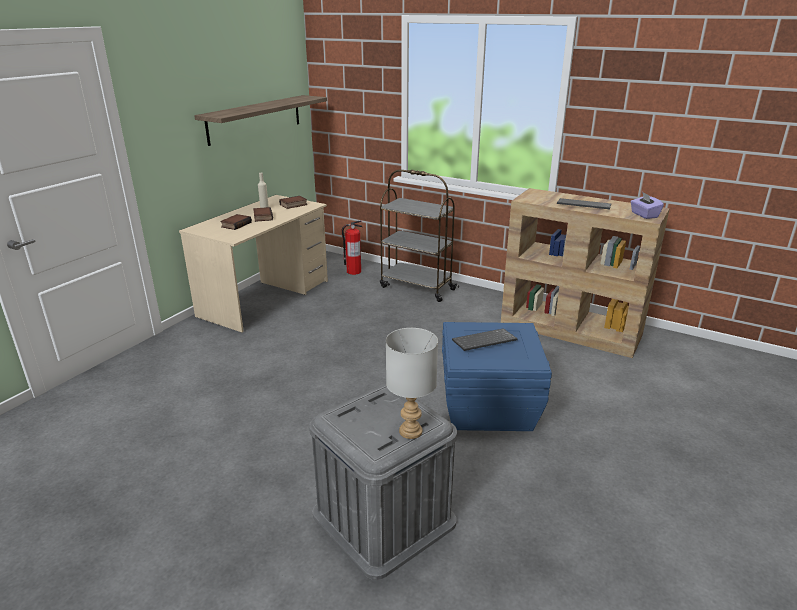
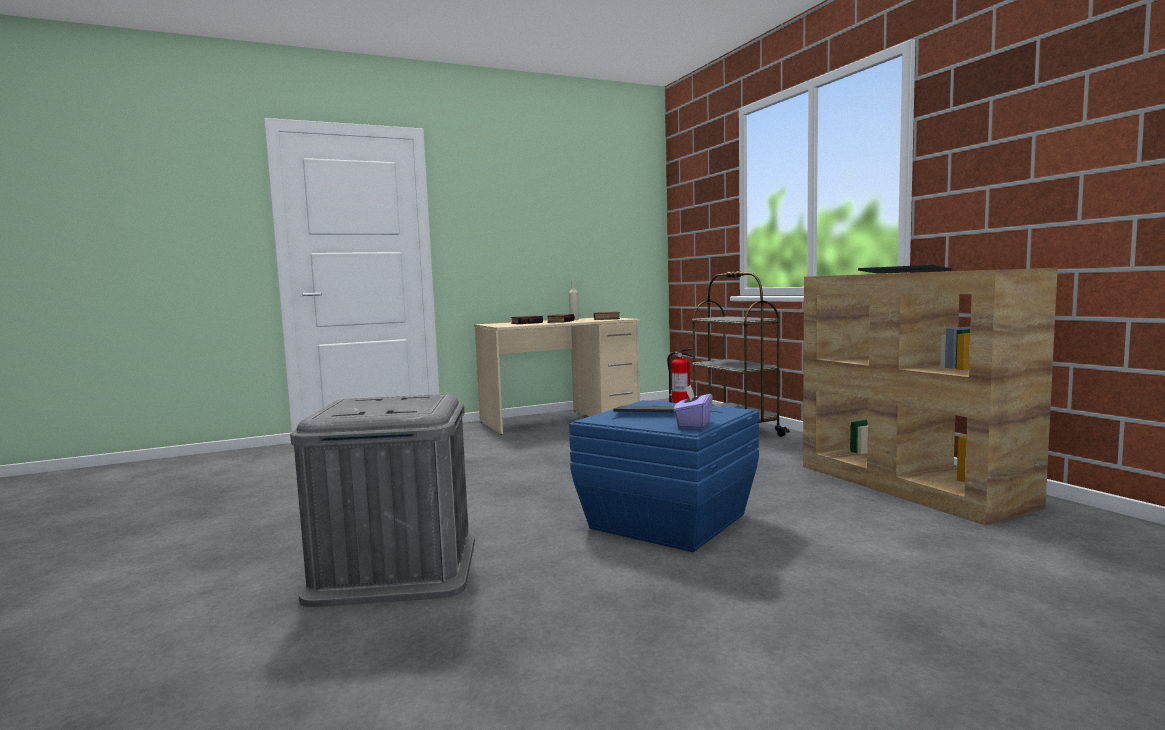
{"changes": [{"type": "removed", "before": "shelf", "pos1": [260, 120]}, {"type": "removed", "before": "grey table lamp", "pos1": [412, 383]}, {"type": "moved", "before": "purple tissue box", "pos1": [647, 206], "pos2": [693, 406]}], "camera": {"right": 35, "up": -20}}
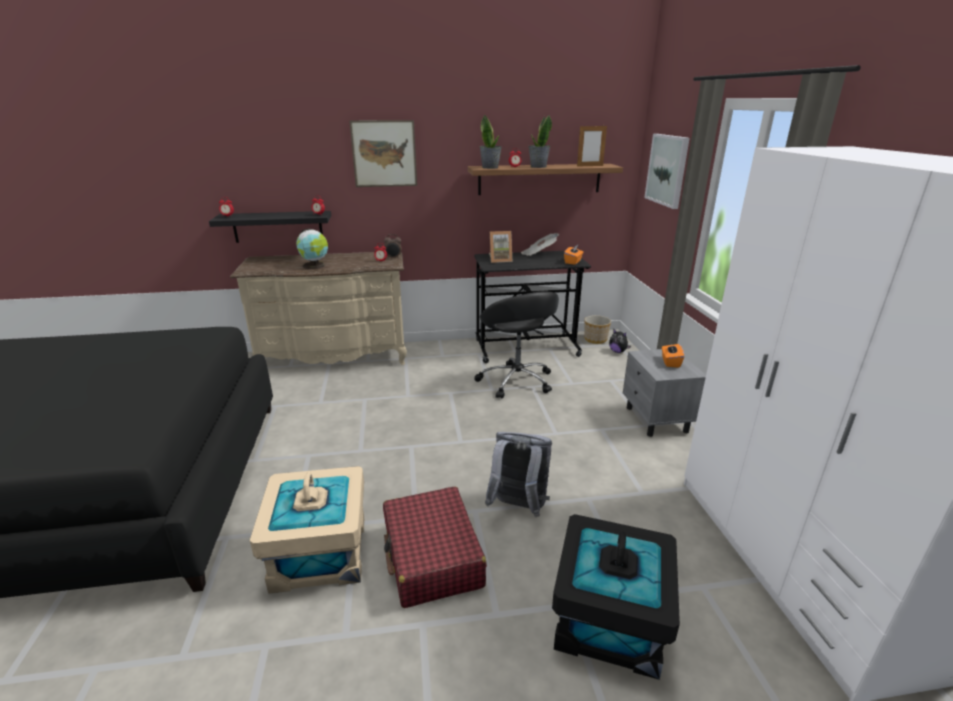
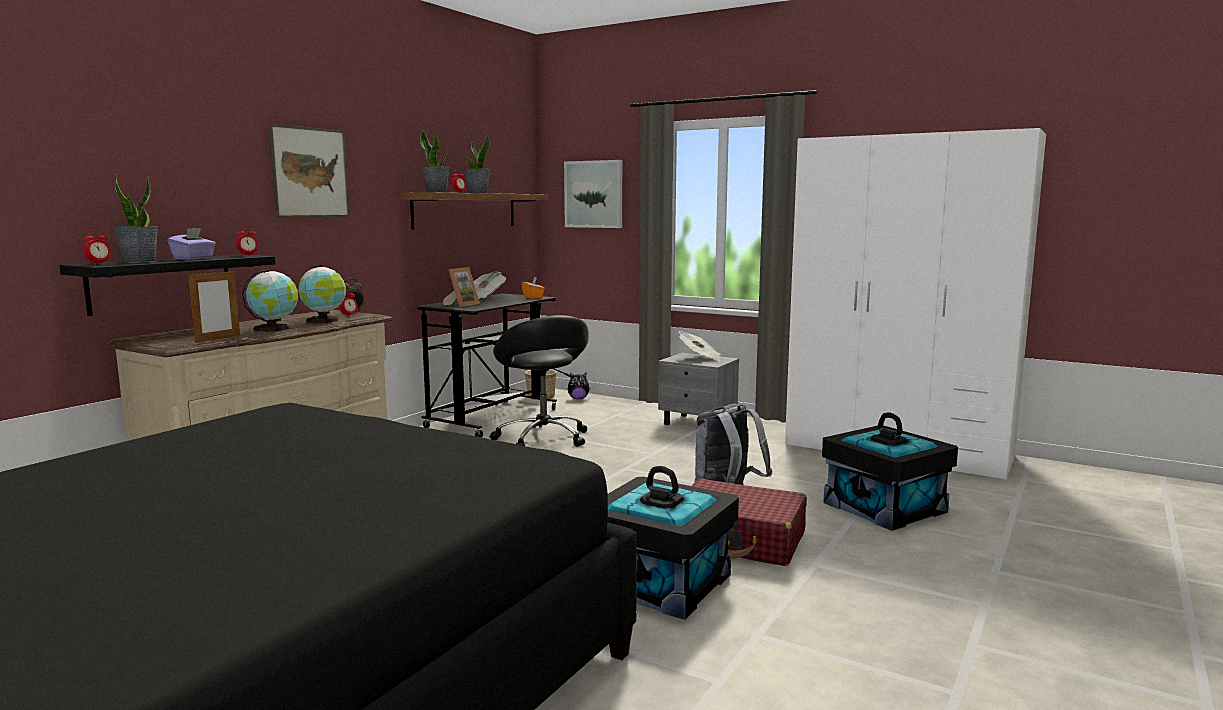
{"changes": [{"type": "recoloured", "before": "beige storage box", "after": "black storage box", "pos1": [307, 530], "pos2": [673, 543]}, {"type": "turned", "before": "black office chair", "pos1": [516, 344], "pos2": [539, 381], "turn": 45}, {"type": "moved", "before": "picture frame", "pos1": [592, 146], "pos2": [214, 306]}, {"type": "replaced", "before": "orange tissue box", "after": "newspaper", "pos1": [673, 356], "pos2": [699, 346]}, {"type": "added", "after": "potted plant", "pos2": [135, 218]}, {"type": "added", "after": "purple tissue box", "pos2": [191, 244]}, {"type": "added", "after": "globe", "pos2": [322, 294]}], "camera": {"right": -50, "up": -15}}
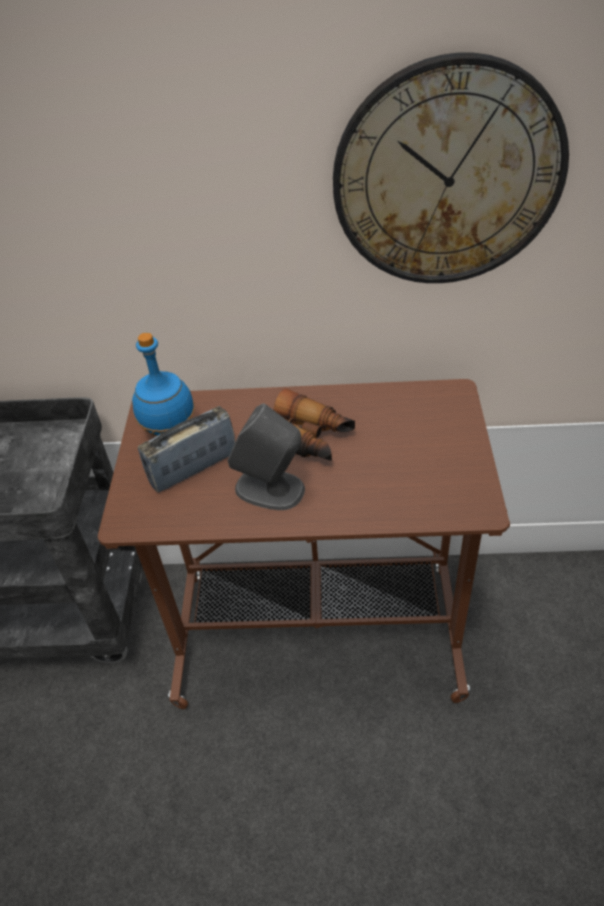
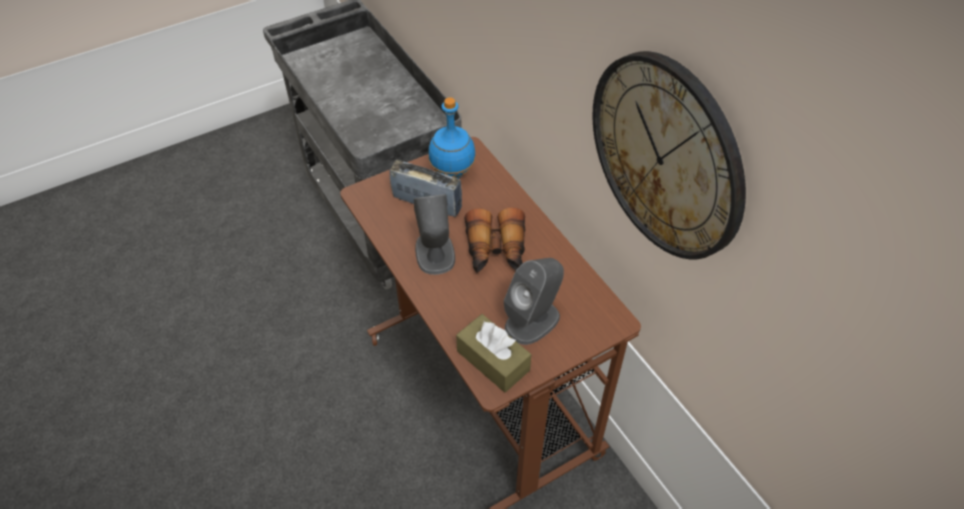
{"changes": [{"type": "added", "after": "brown tissue box", "pos2": [493, 353]}, {"type": "added", "after": "grey speaker", "pos2": [534, 301]}], "camera": {"right": 55, "up": 5}}
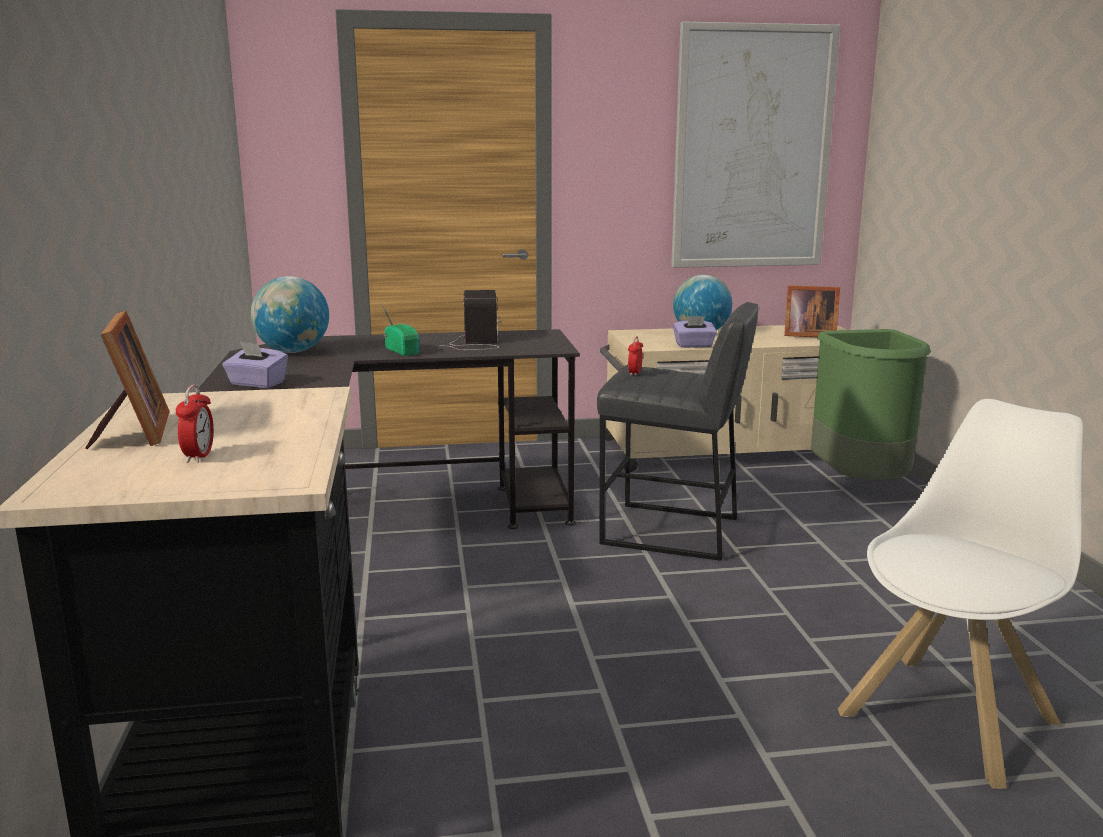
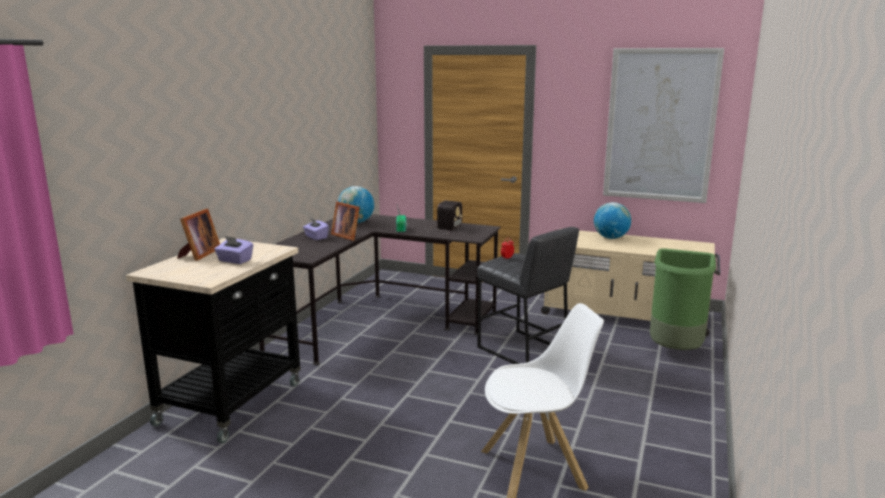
{"changes": [{"type": "removed", "before": "alarm clock", "pos1": [195, 424]}, {"type": "moved", "before": "purple tissue box", "pos1": [695, 332], "pos2": [233, 250]}, {"type": "moved", "before": "picture frame", "pos1": [812, 311], "pos2": [345, 221]}], "camera": {"right": 30, "up": 0}}
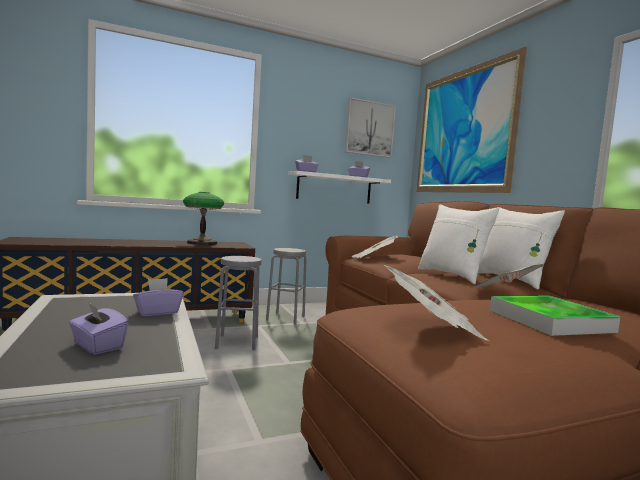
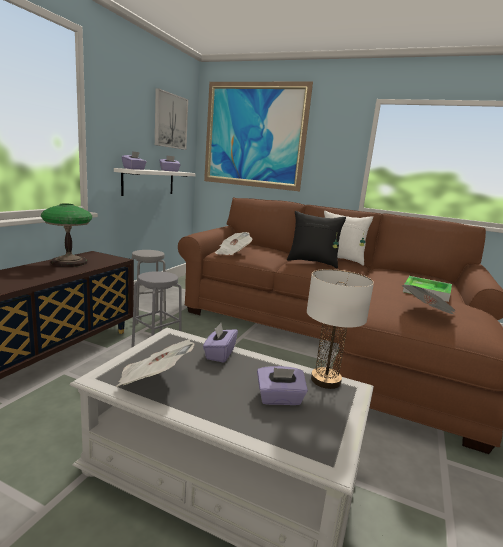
{"changes": [{"type": "recoloured", "before": "white pillow", "after": "black pillow", "pos1": [458, 244], "pos2": [316, 239]}, {"type": "moved", "before": "newspaper", "pos1": [507, 275], "pos2": [155, 363]}, {"type": "added", "after": "table lamp", "pos2": [340, 329]}], "camera": {"right": -45, "up": 10}}
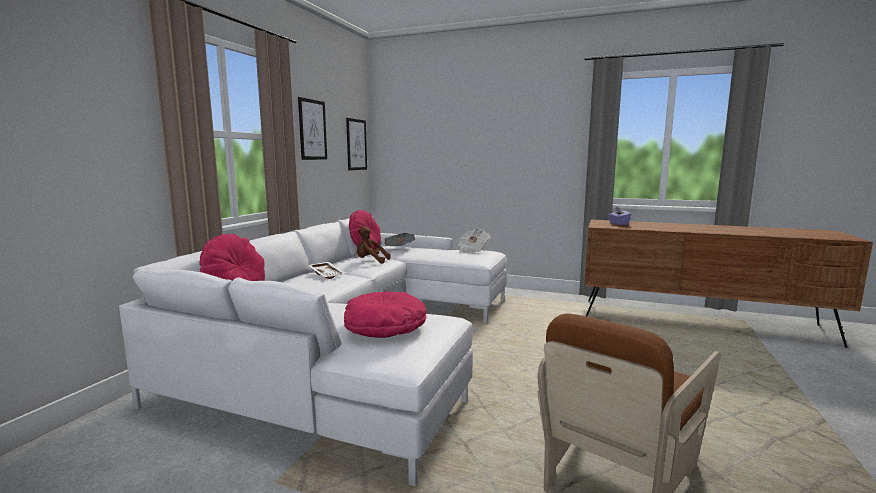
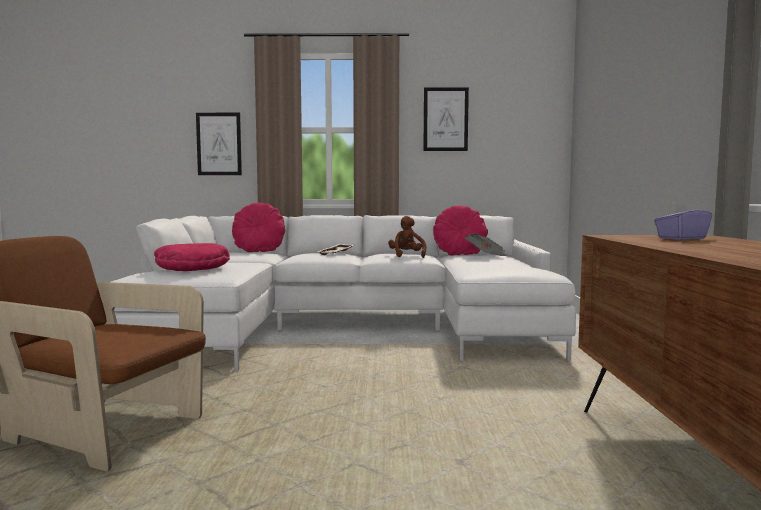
{"changes": [{"type": "moved", "before": "picture", "pos1": [356, 144], "pos2": [219, 144]}, {"type": "removed", "before": "newspaper", "pos1": [474, 241]}], "camera": {"right": 70, "up": -5}}
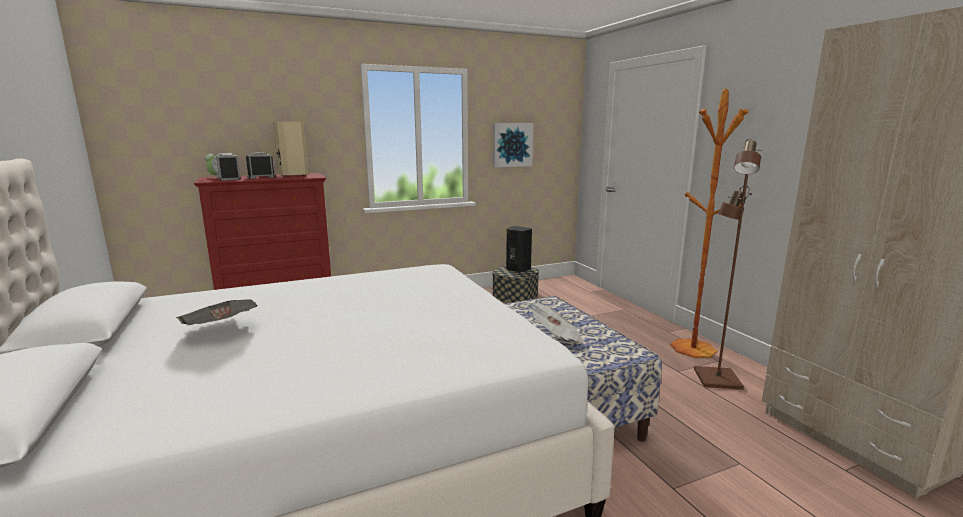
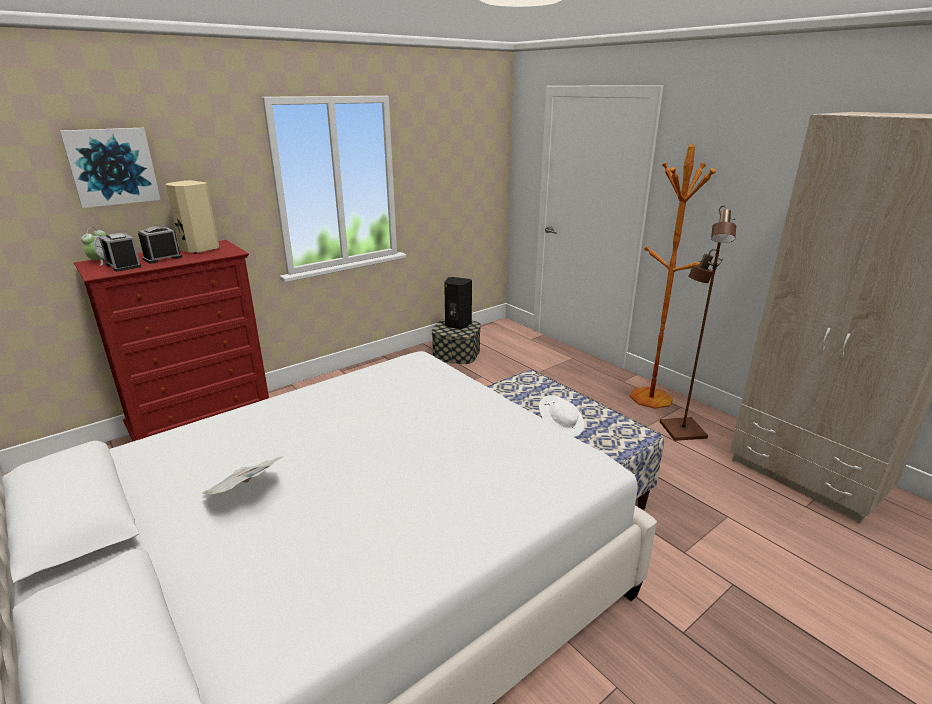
{"changes": [{"type": "moved", "before": "picture", "pos1": [513, 145], "pos2": [110, 168]}, {"type": "replaced", "before": "newspaper", "after": "white hat", "pos1": [556, 323], "pos2": [561, 416]}], "camera": {"right": -15, "up": 10}}
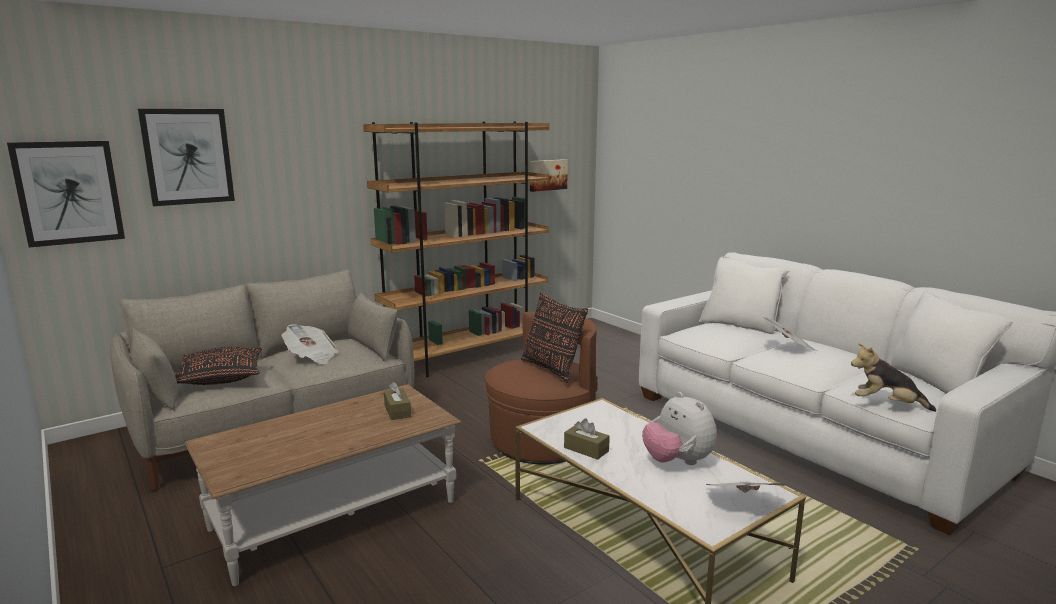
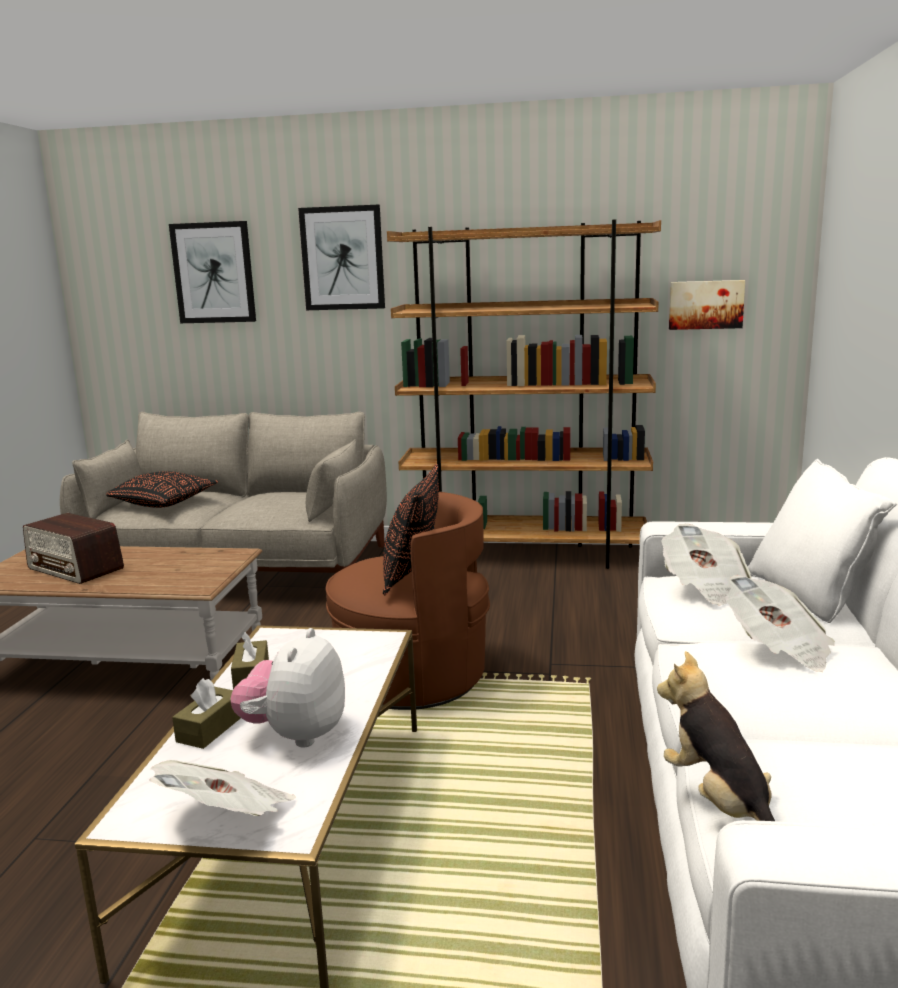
{"changes": [{"type": "moved", "before": "picture", "pos1": [66, 194], "pos2": [341, 257]}, {"type": "moved", "before": "newspaper", "pos1": [310, 344], "pos2": [706, 564]}, {"type": "moved", "before": "brown tissue box", "pos1": [397, 401], "pos2": [206, 713]}, {"type": "added", "after": "radio", "pos2": [73, 548]}], "camera": {"right": 45, "up": 0}}
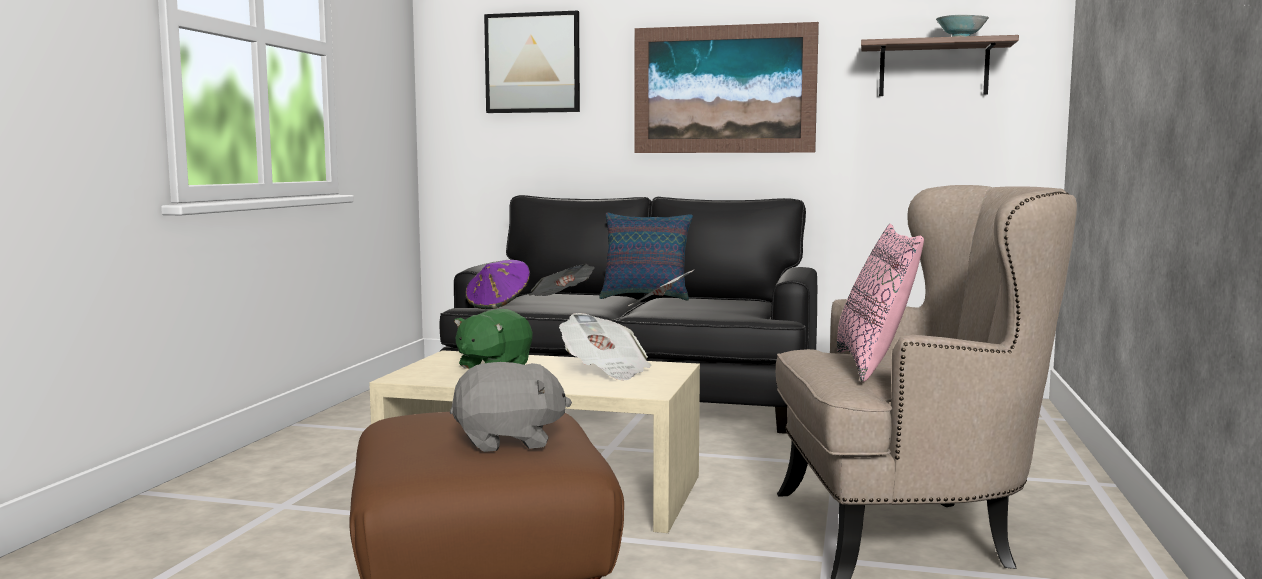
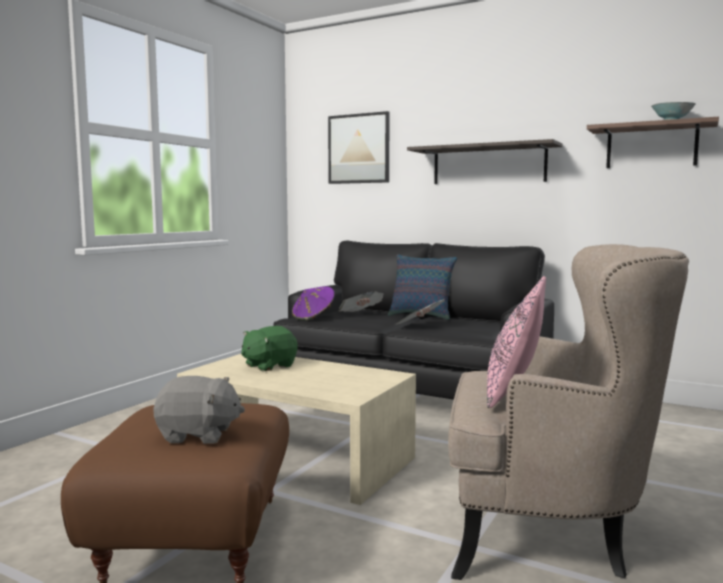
{"changes": [{"type": "removed", "before": "newspaper", "pos1": [605, 347]}, {"type": "replaced", "before": "picture", "after": "shelf", "pos1": [727, 87], "pos2": [485, 161]}], "camera": {"right": 15, "up": 0}}
